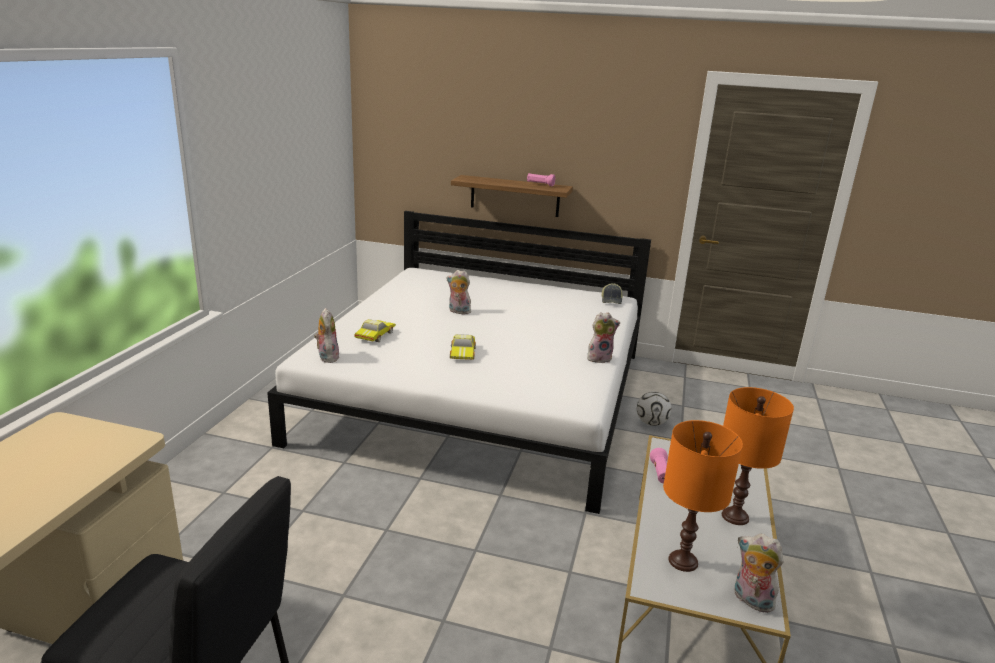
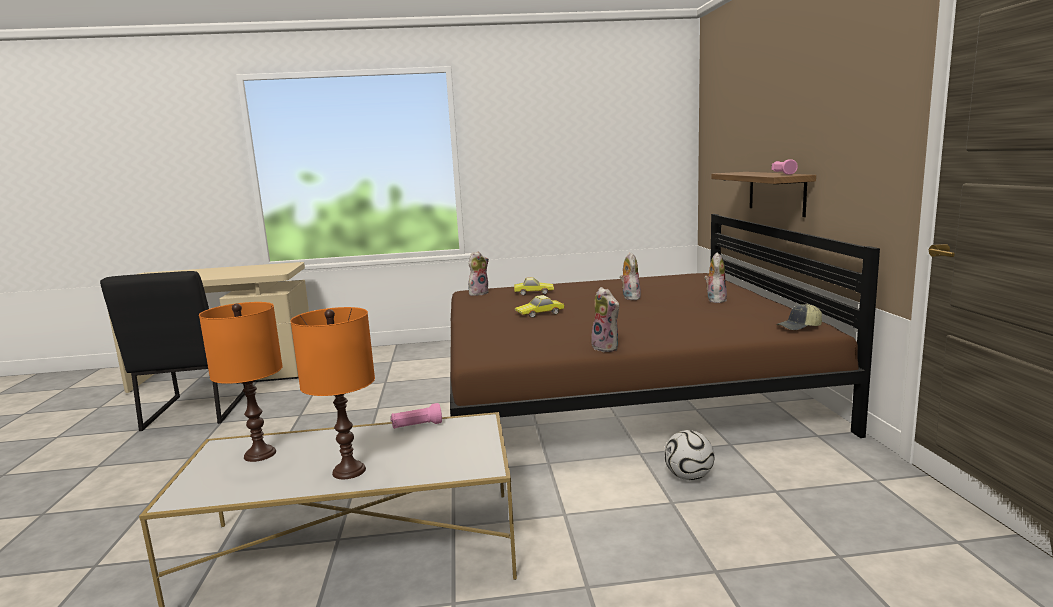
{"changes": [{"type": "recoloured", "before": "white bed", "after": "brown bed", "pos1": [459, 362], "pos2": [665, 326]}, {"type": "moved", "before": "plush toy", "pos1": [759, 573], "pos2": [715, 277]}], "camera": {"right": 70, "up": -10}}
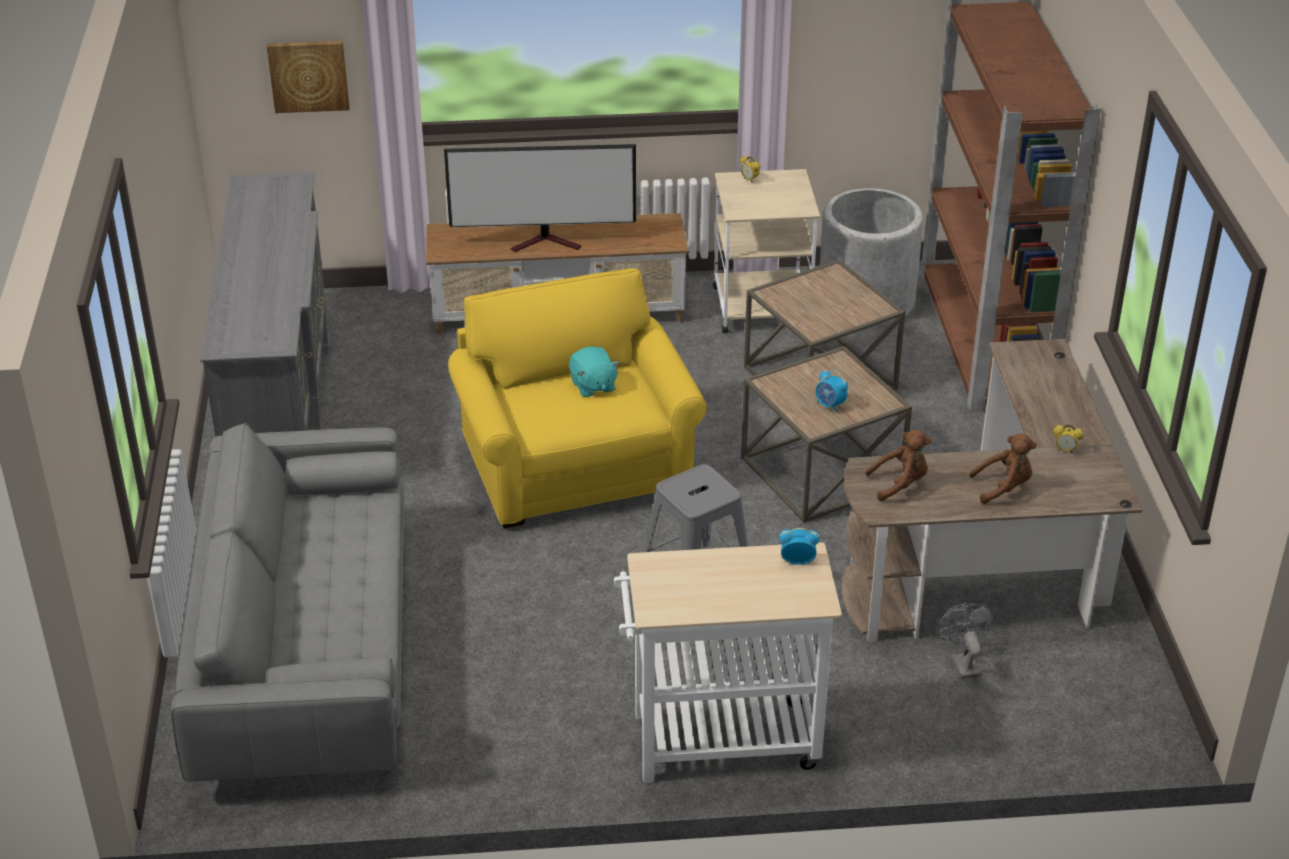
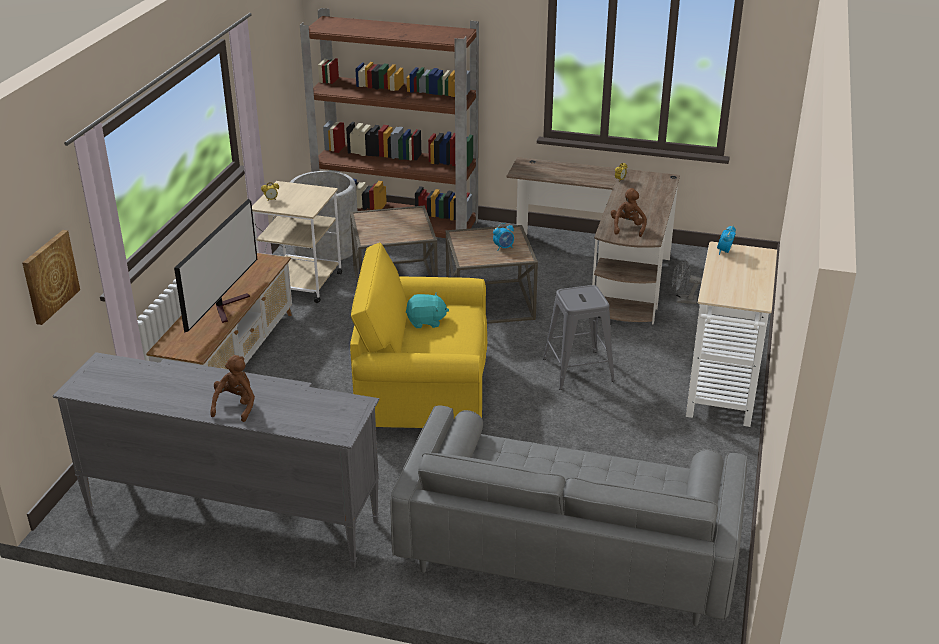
{"changes": [{"type": "moved", "before": "brown plush toy", "pos1": [1003, 469], "pos2": [232, 388]}], "camera": {"right": -70, "up": -5}}
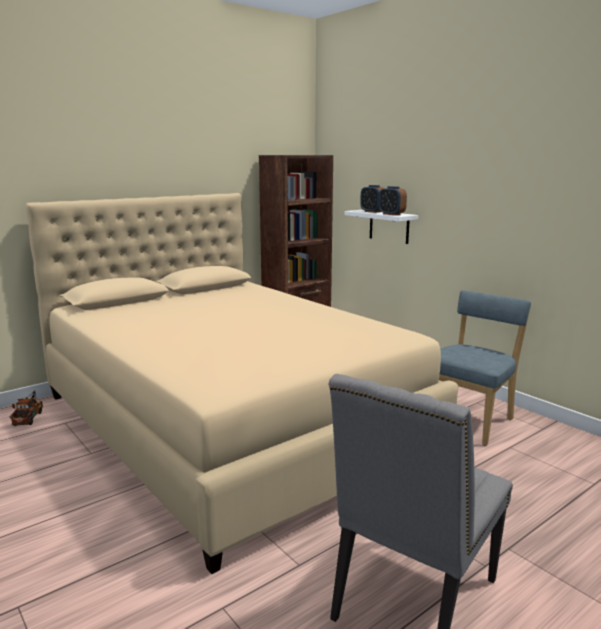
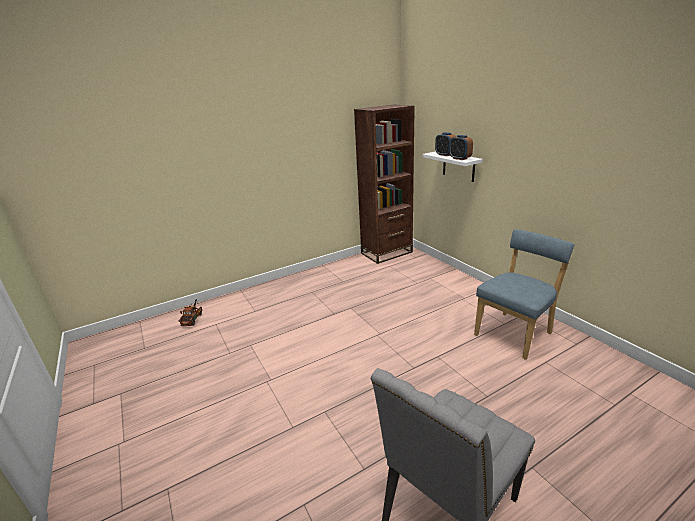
{"changes": [{"type": "removed", "before": "beige bed", "pos1": [242, 383]}], "camera": {"right": 10, "up": 10}}
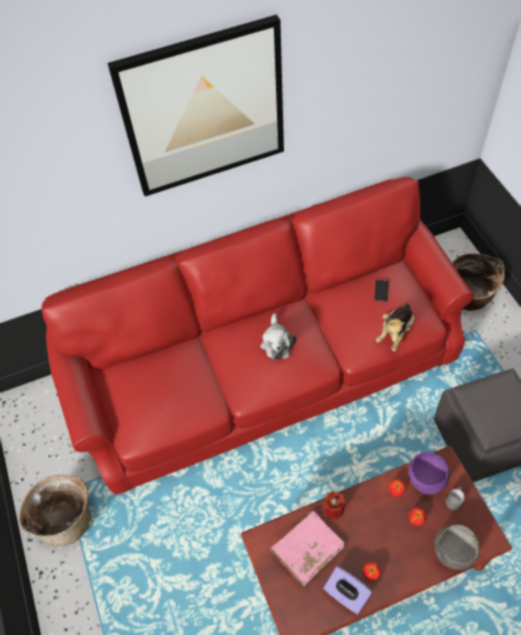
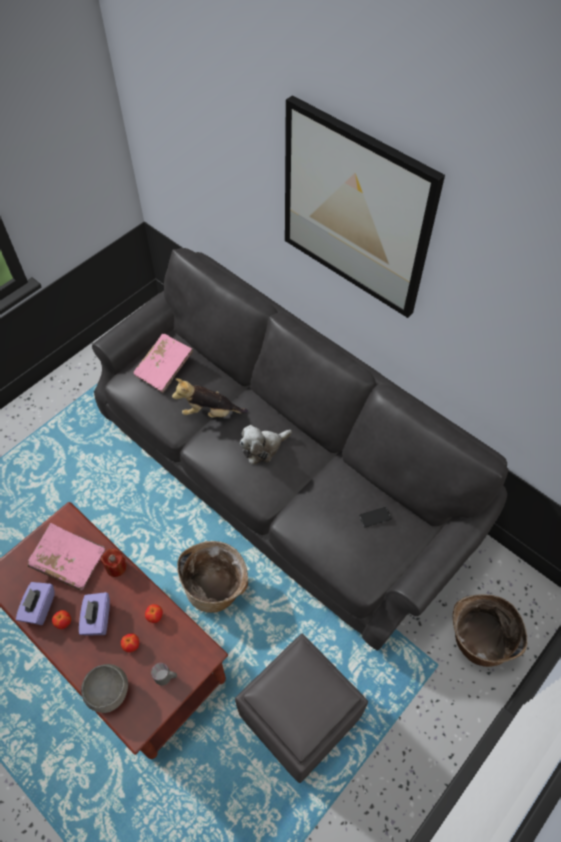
{"changes": [{"type": "moved", "before": "basket", "pos1": [54, 510], "pos2": [212, 577]}, {"type": "recoloured", "before": "red sofa", "after": "black sofa", "pos1": [257, 336], "pos2": [300, 449]}, {"type": "moved", "before": "plush toy", "pos1": [395, 327], "pos2": [210, 398]}, {"type": "removed", "before": "purple bowl", "pos1": [429, 473]}, {"type": "added", "after": "purple tissue box", "pos2": [94, 613]}, {"type": "added", "after": "pink book", "pos2": [163, 363]}], "camera": {"right": 60, "up": 0}}
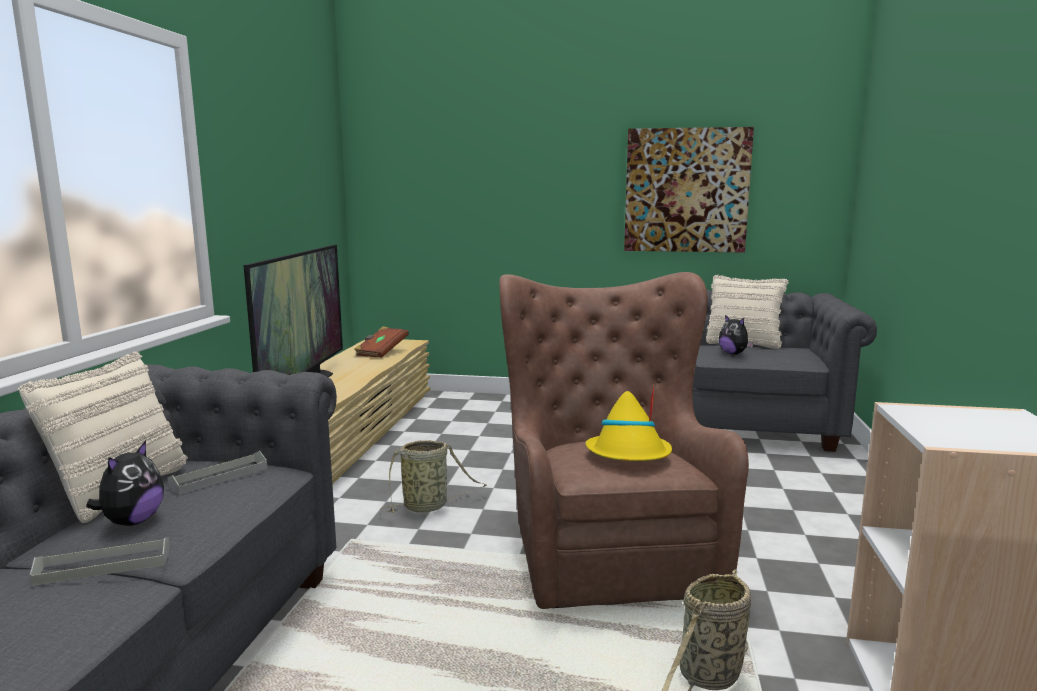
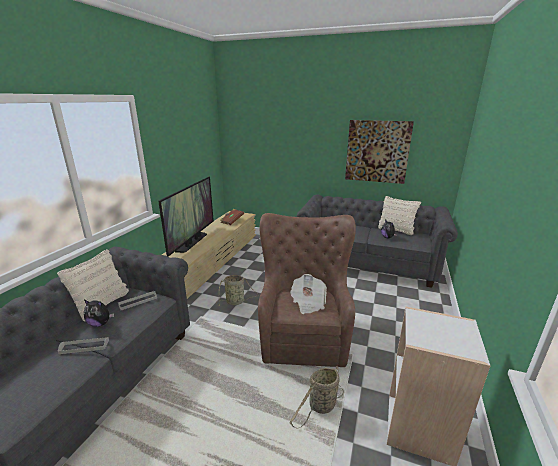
{"changes": [{"type": "turned", "before": "plush toy", "pos1": [125, 483], "pos2": [99, 313], "turn": 75}, {"type": "replaced", "before": "yellow hat", "after": "newspaper", "pos1": [628, 423], "pos2": [308, 294]}], "camera": {"right": 10, "up": 10}}
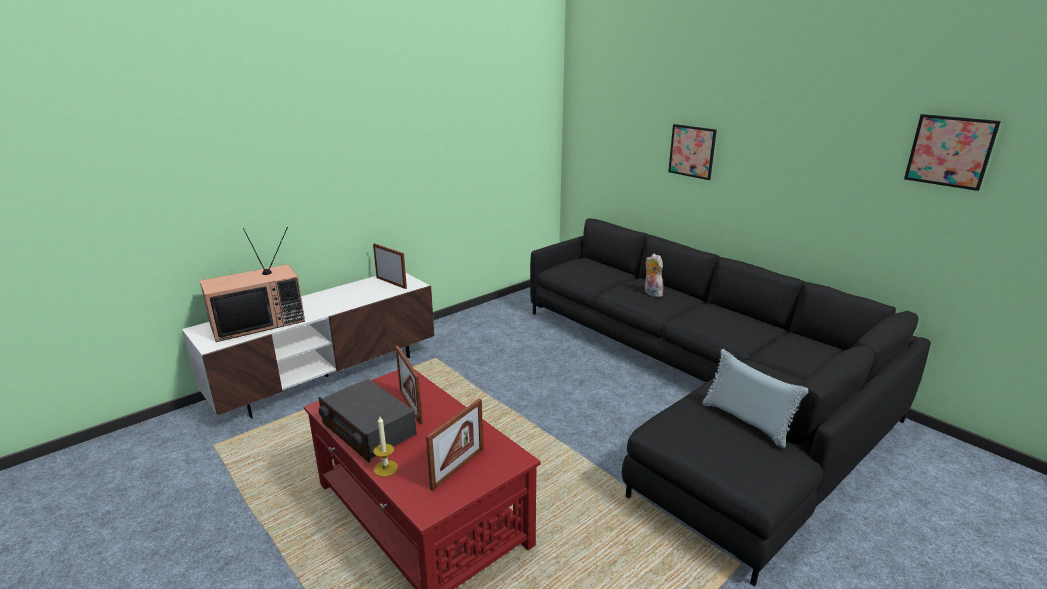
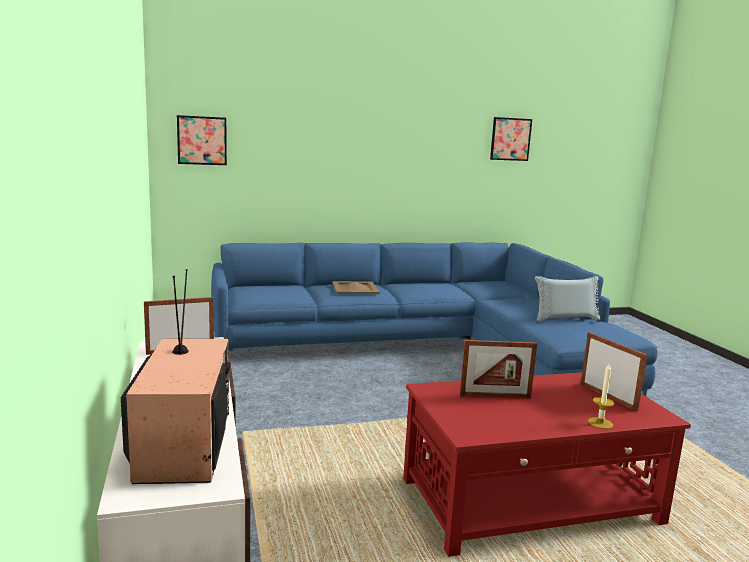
{"changes": [{"type": "removed", "before": "radio", "pos1": [367, 420]}, {"type": "recoloured", "before": "black sofa", "after": "blue sofa", "pos1": [730, 402], "pos2": [434, 319]}, {"type": "replaced", "before": "plush toy", "after": "beige tray", "pos1": [654, 275], "pos2": [355, 287]}, {"type": "moved", "before": "picture", "pos1": [692, 152], "pos2": [202, 140]}], "camera": {"right": -65, "up": -10}}
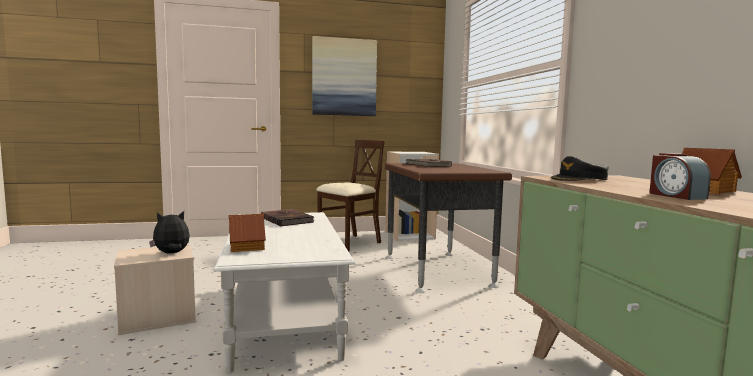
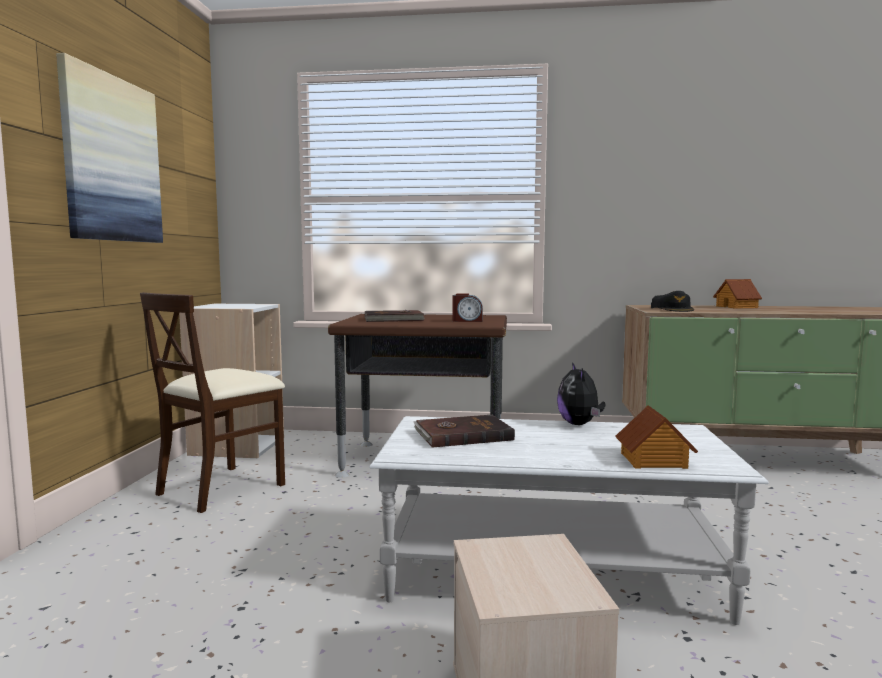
{"changes": [{"type": "moved", "before": "plush toy", "pos1": [169, 232], "pos2": [581, 393]}, {"type": "turned", "before": "beige chair", "pos1": [350, 196], "pos2": [212, 402], "turn": -120}, {"type": "moved", "before": "alarm clock", "pos1": [680, 176], "pos2": [467, 307]}], "camera": {"right": -70, "up": 0}}
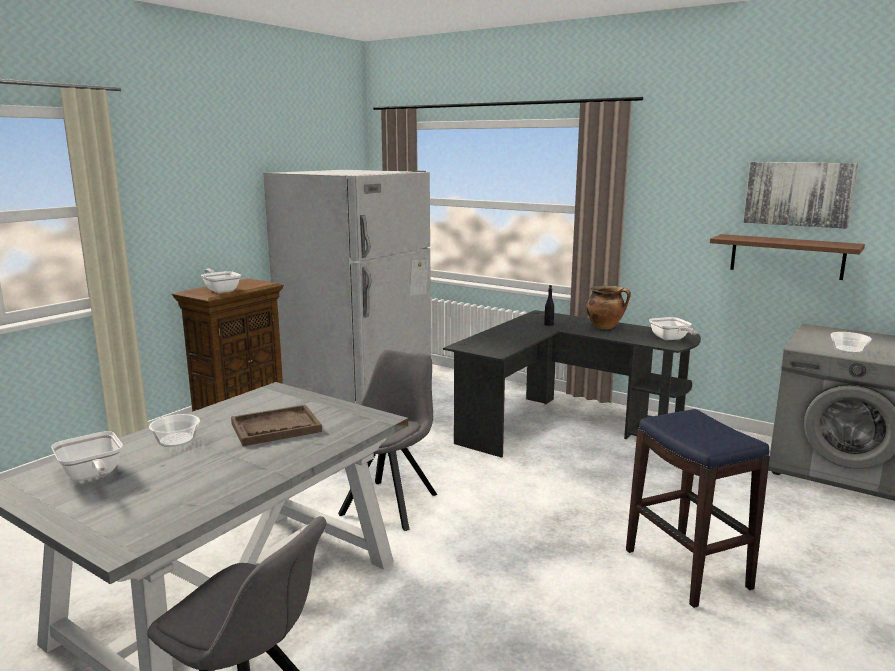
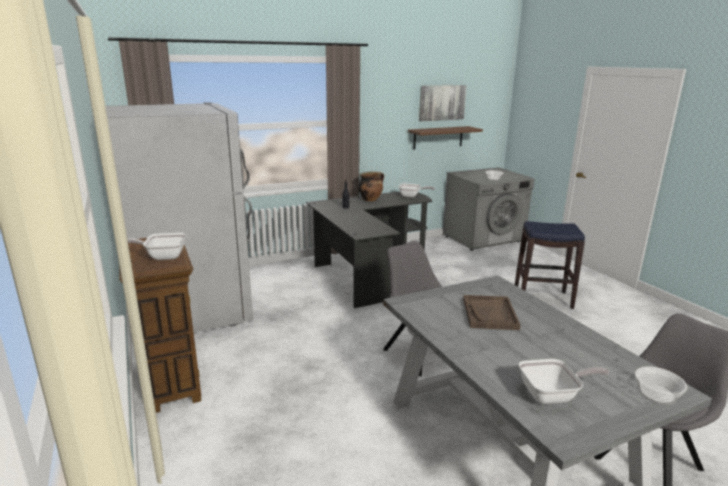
{"changes": [{"type": "moved", "before": "bowl", "pos1": [174, 430], "pos2": [661, 385]}], "camera": {"right": -60, "up": 5}}
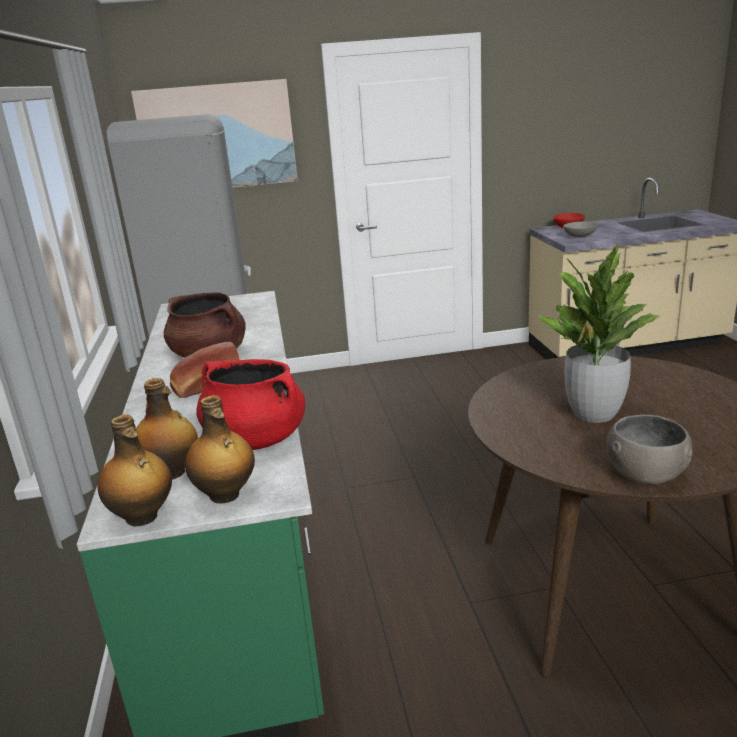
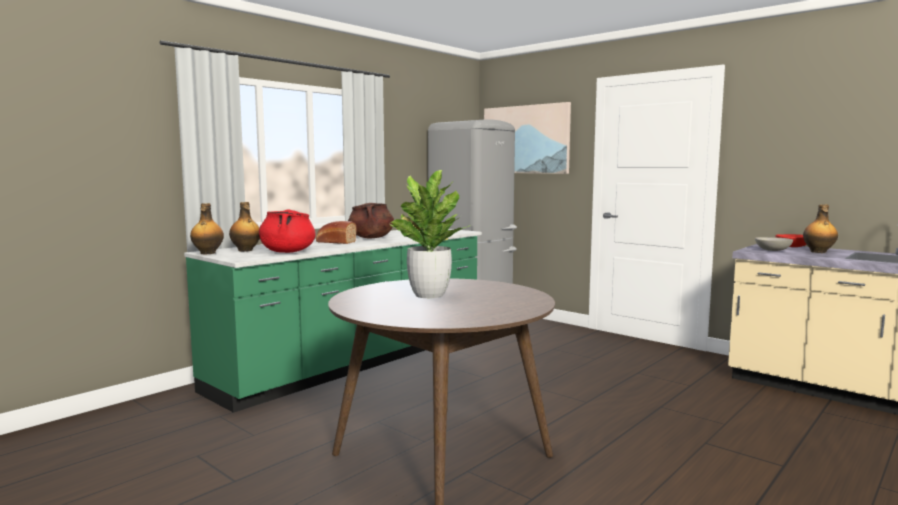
{"changes": [{"type": "moved", "before": "bottle", "pos1": [220, 449], "pos2": [820, 228]}, {"type": "removed", "before": "grey bowl", "pos1": [649, 450]}], "camera": {"right": 50, "up": -15}}
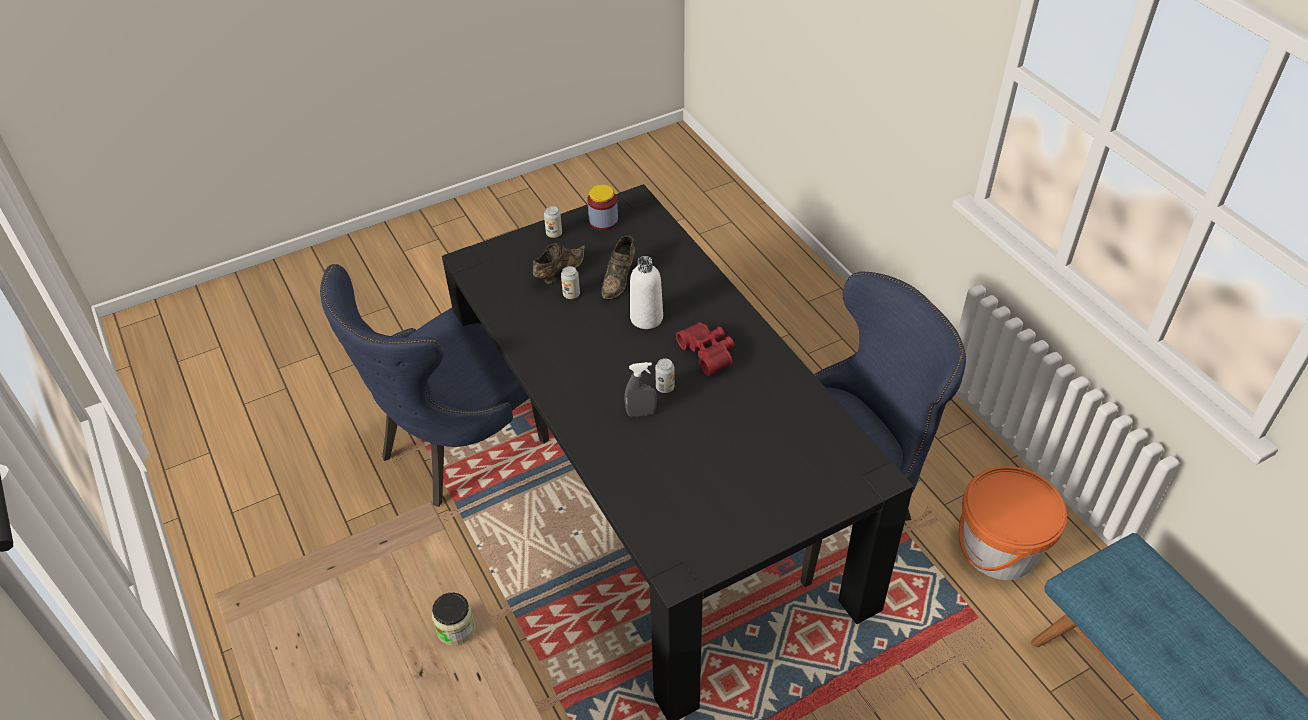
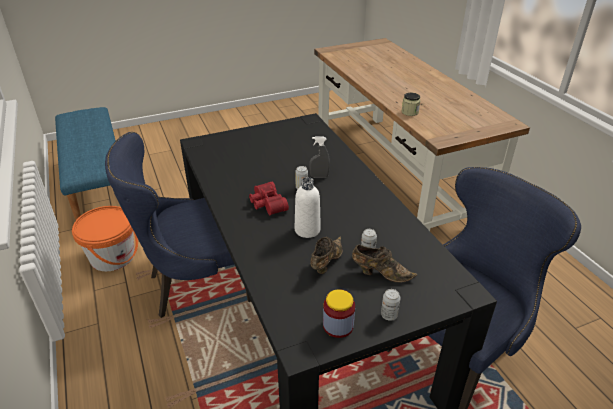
{"changes": [{"type": "turned", "before": "brown shoe", "pos1": [559, 263], "pos2": [384, 263], "turn": -120}], "camera": {"right": -175, "up": -10}}
